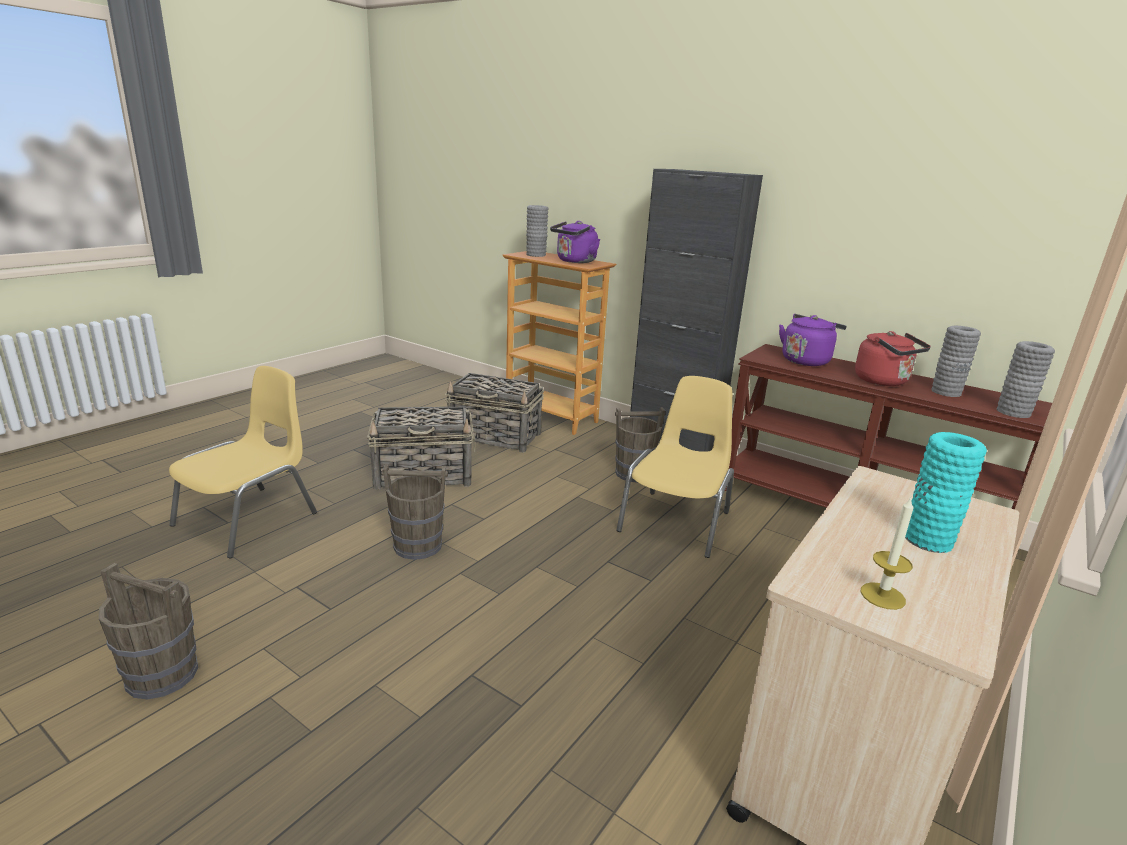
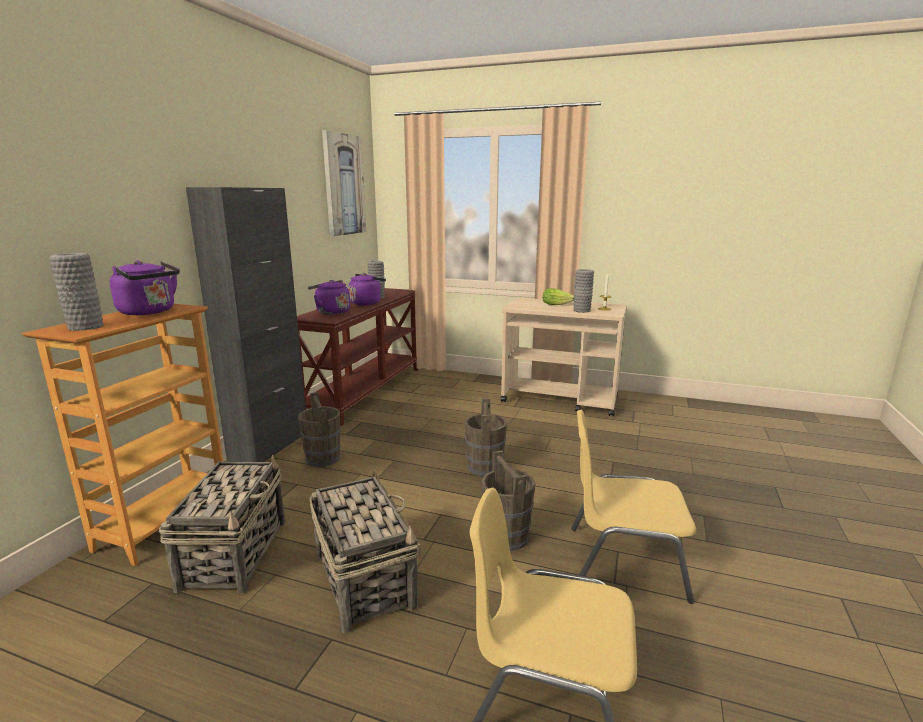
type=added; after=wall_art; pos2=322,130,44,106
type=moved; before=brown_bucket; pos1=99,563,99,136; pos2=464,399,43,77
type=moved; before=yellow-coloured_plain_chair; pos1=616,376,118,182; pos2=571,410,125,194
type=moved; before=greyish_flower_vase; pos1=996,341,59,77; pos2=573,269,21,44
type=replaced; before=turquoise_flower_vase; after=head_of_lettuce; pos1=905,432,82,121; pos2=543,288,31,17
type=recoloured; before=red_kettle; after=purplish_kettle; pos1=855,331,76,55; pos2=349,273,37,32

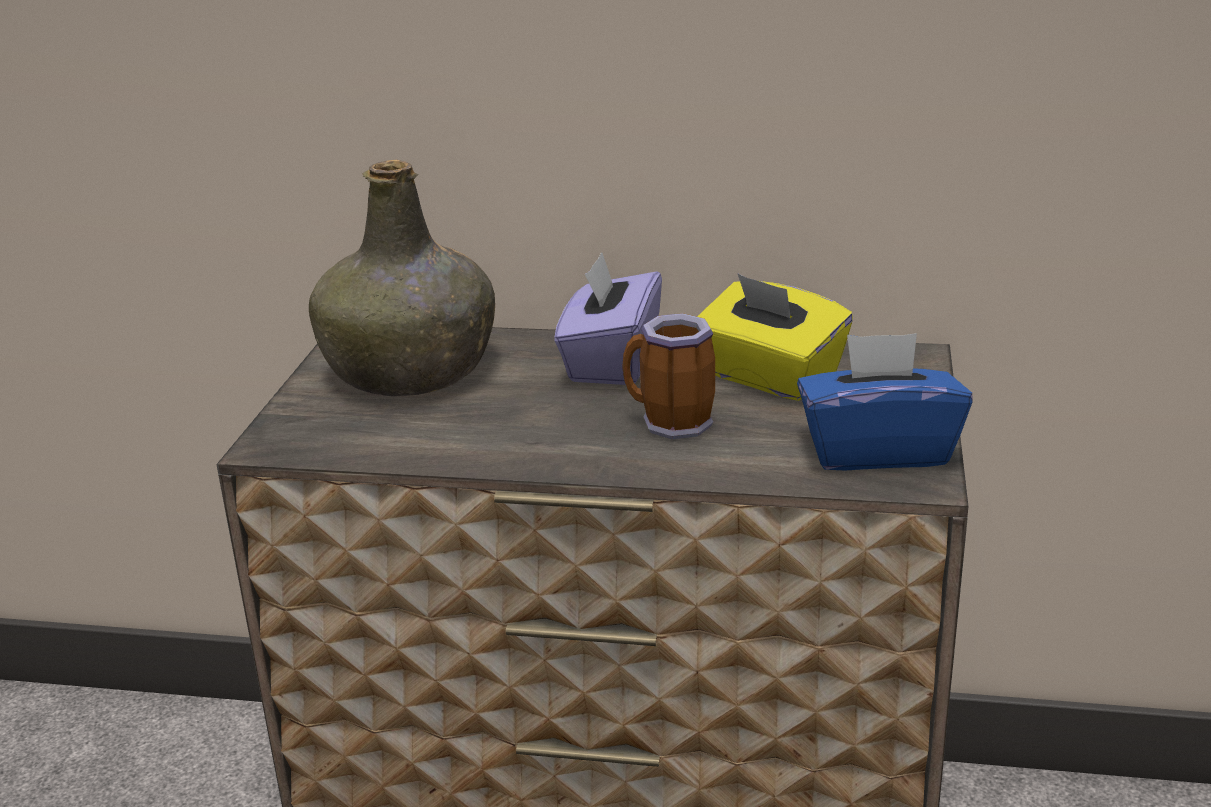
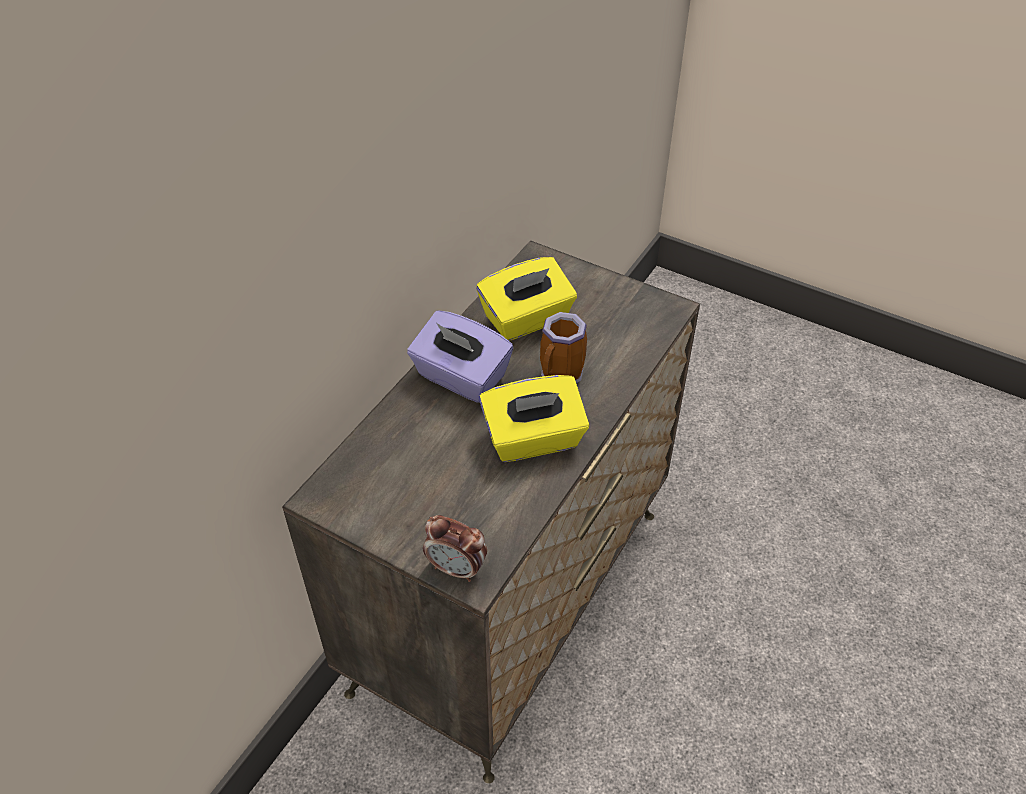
type=removed; before=greenish_drink_bottle; pos1=309,160,186,236
type=removed; before=blue-coloured_box_of_tissues; pos1=797,333,176,138
type=added; after=table_clock; pos2=423,515,64,67
type=added; after=yellow-coloured_box_of_tissues; pos2=479,375,110,87

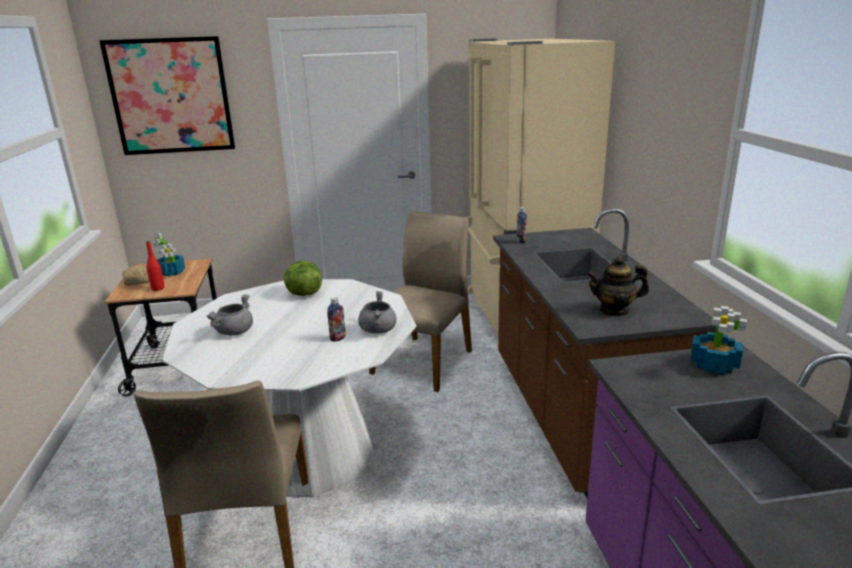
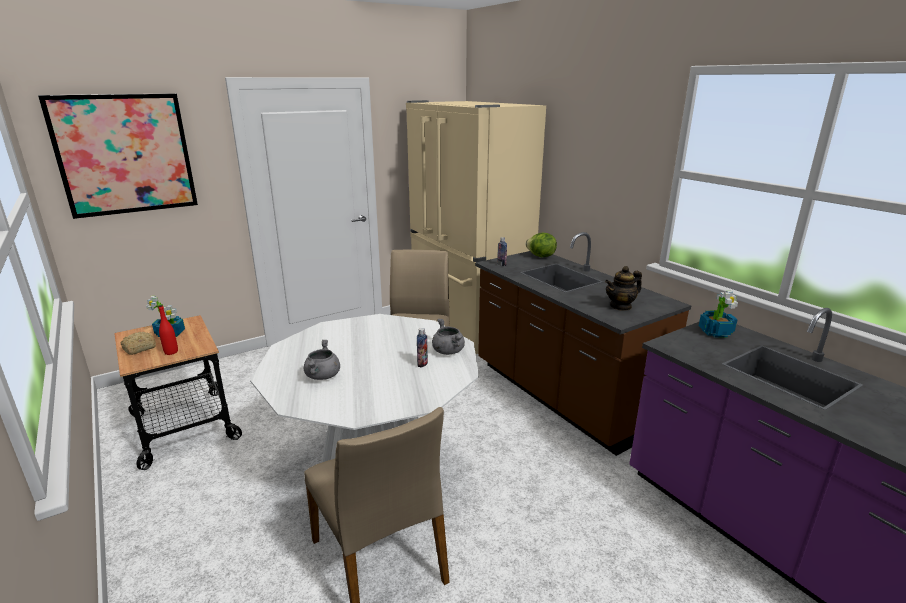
type=moved; before=head_of_lettuce; pos1=284,261,38,35; pos2=526,233,31,24

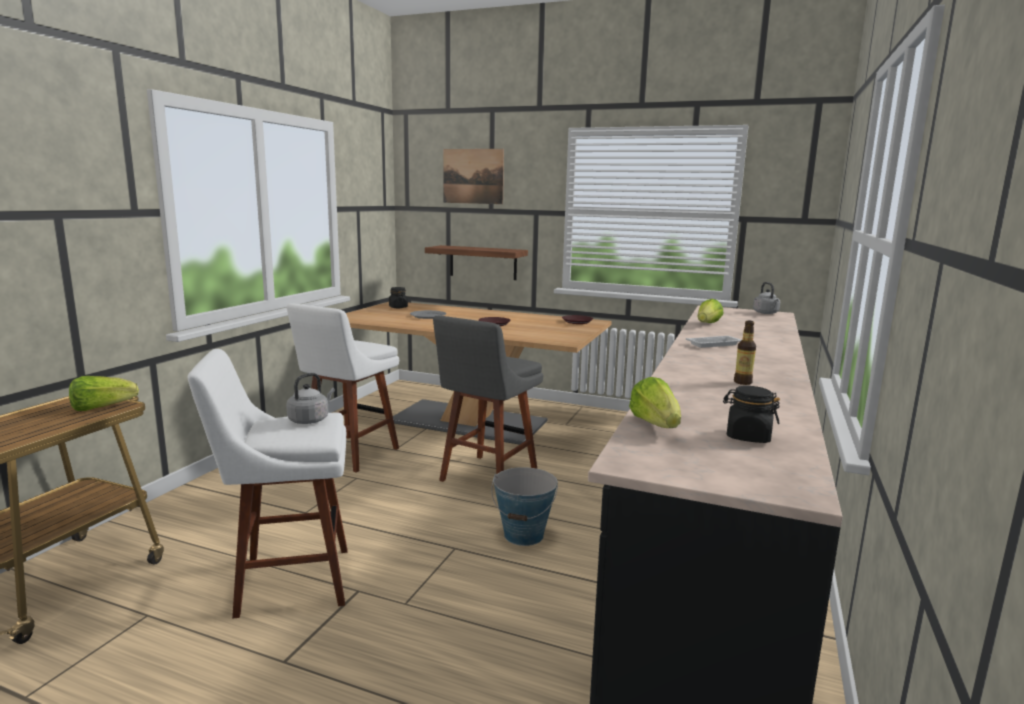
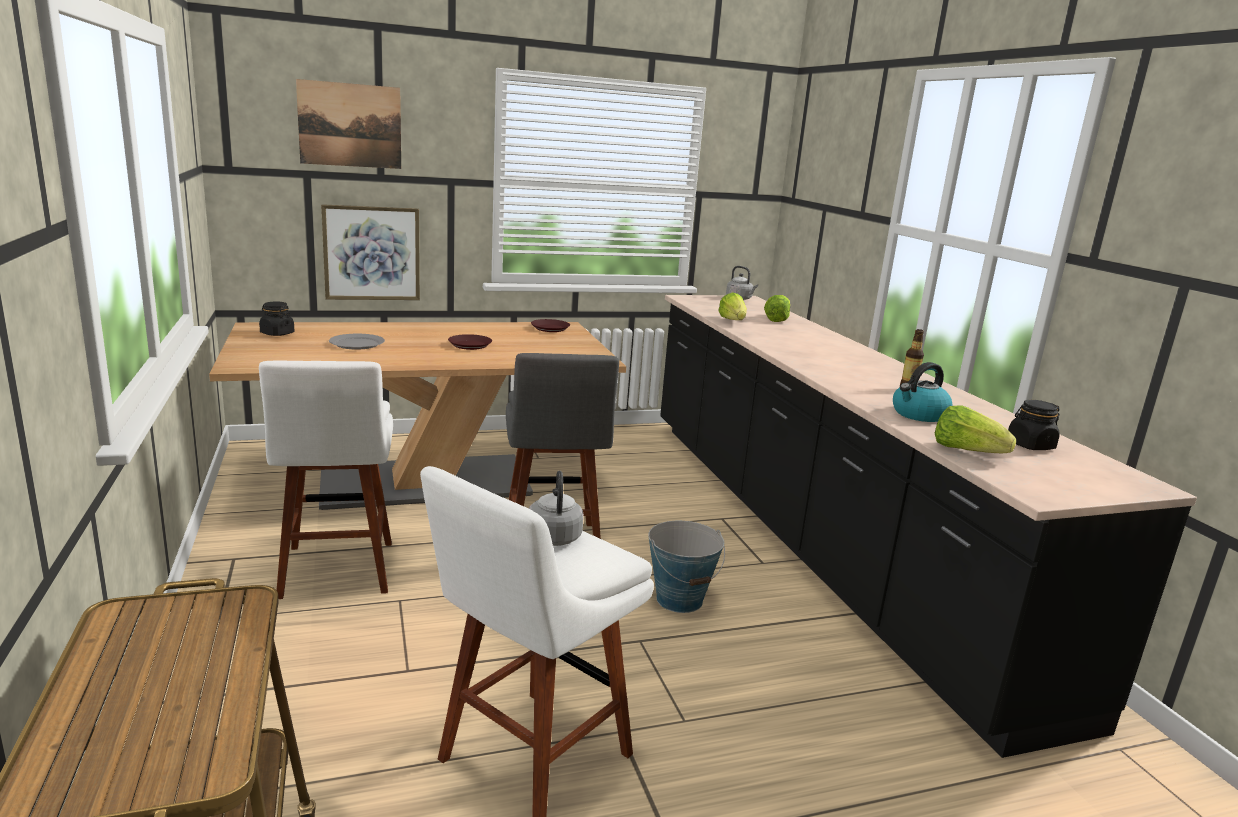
type=removed; before=whitish_carrying_tray; pos1=686,336,55,12
type=added; after=kettle; pos2=893,362,60,60
type=moved; before=head_of_lettuce; pos1=69,376,70,35; pos2=764,295,26,27
type=replaced; before=shelf; after=wall_art; pos1=425,245,103,35; pos2=321,204,99,96

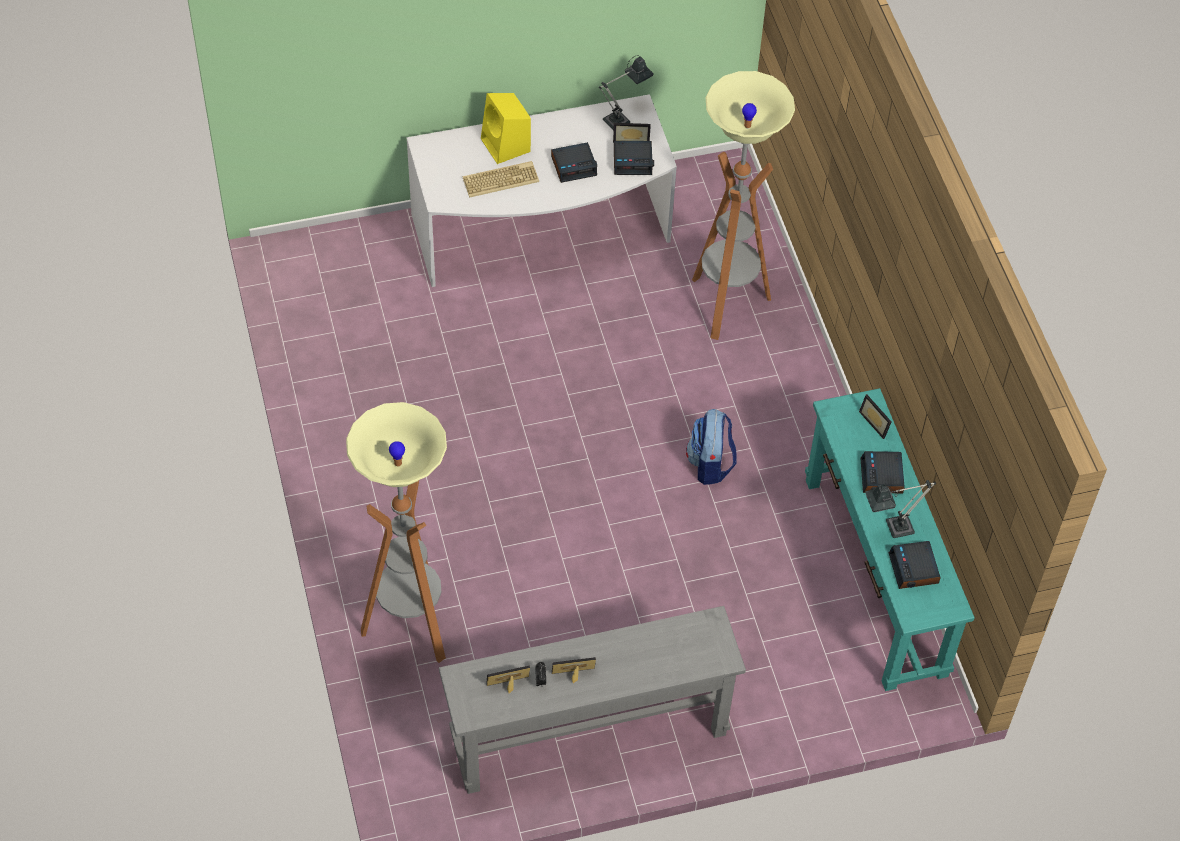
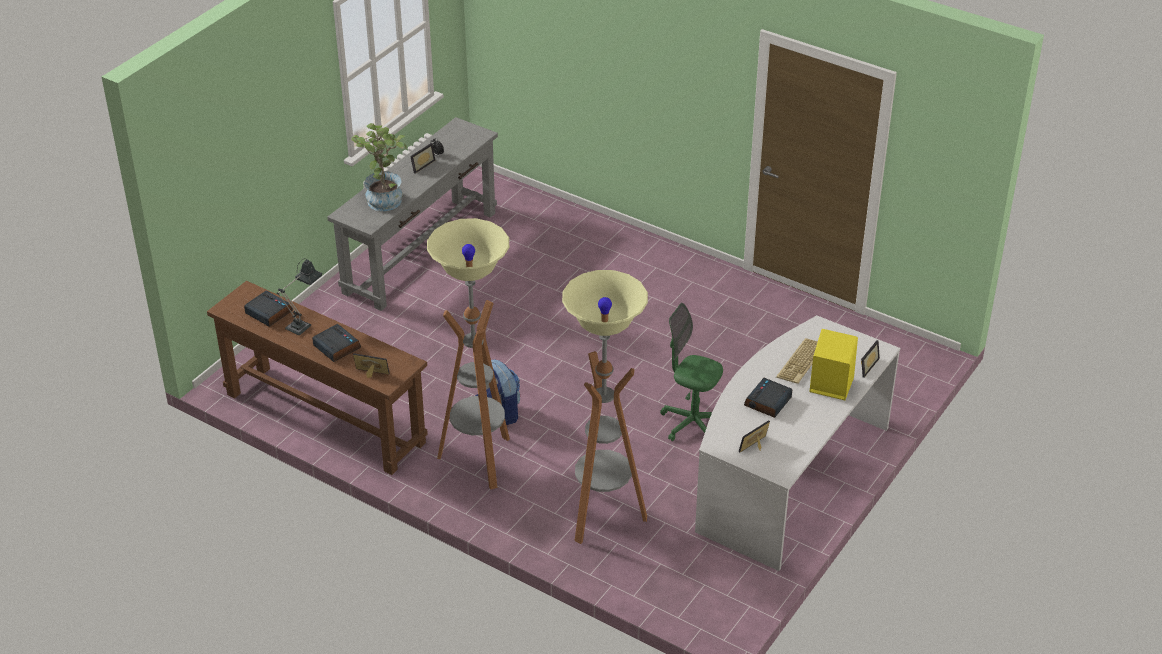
type=removed; before=table_lamp; pos1=599,55,55,75
type=removed; before=table_clock; pos1=614,141,40,34
type=added; after=houseplant; pos2=351,123,56,88
type=added; after=greenish_computer_chair; pos2=660,303,63,138
type=moved; before=standard_lamp; pos1=346,402,101,261; pos2=427,218,83,272
type=moved; before=picture_frame; pos1=486,666,44,27; pos2=861,340,19,38
type=recoloured; before=turquoise_hall_table; after=brown_hall_table; pos1=805,388,170,303; pos2=207,281,221,194

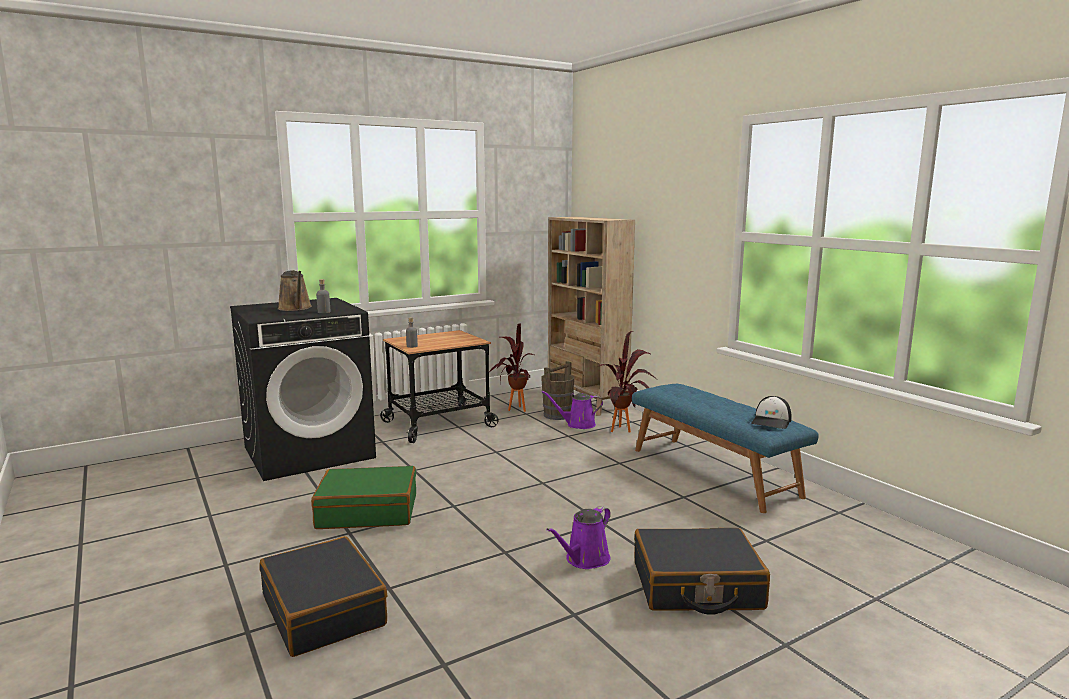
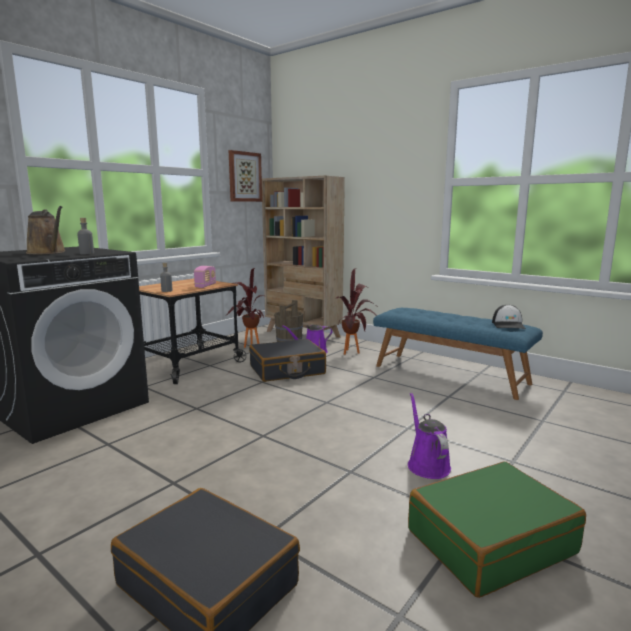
type=added; after=radio_set; pos2=194,266,22,22
type=added; after=wall_art; pos2=228,150,34,52
type=moved; before=greenish_suitcase; pos1=311,466,105,63; pos2=408,461,178,137
type=moved; before=blackish_suitcase; pos1=634,528,136,87; pos2=249,339,77,43
type=turned; before=purplish_watering_pot; pos1=546,506,65,63; pos2=408,393,43,86; turn=150

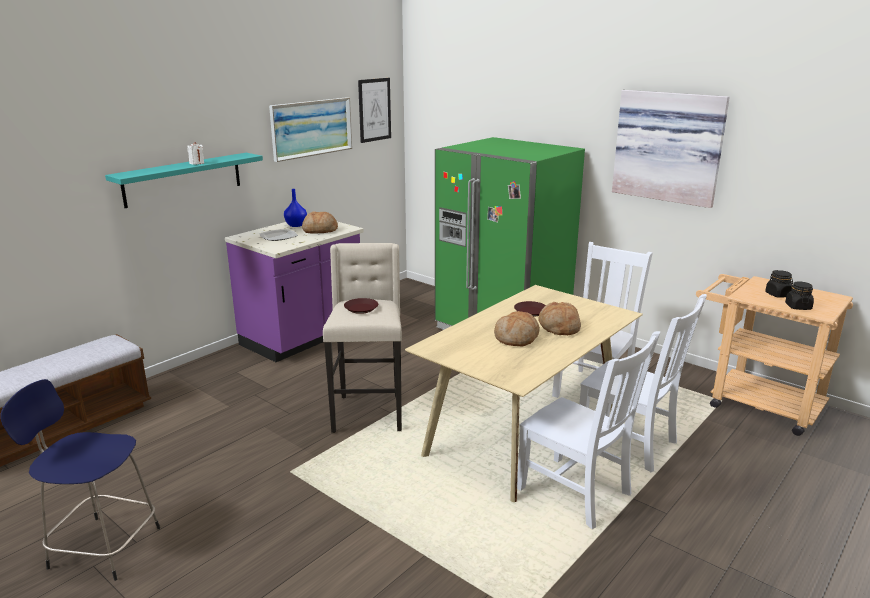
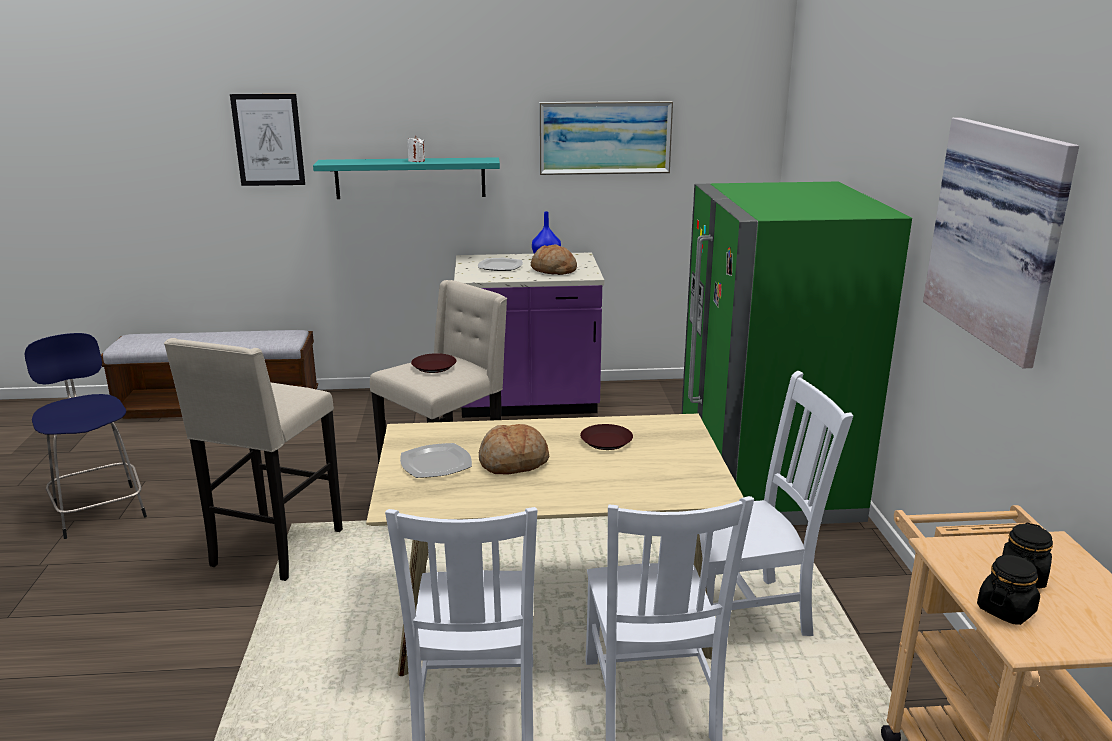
type=removed; before=bakery_bread; pos1=538,302,43,33
type=added; after=beige_sitting_stool; pos2=164,338,179,243
type=added; after=dinner_plate; pos2=400,443,72,35
type=moved; before=wall_art; pos1=358,78,33,65; pos2=230,94,75,92

